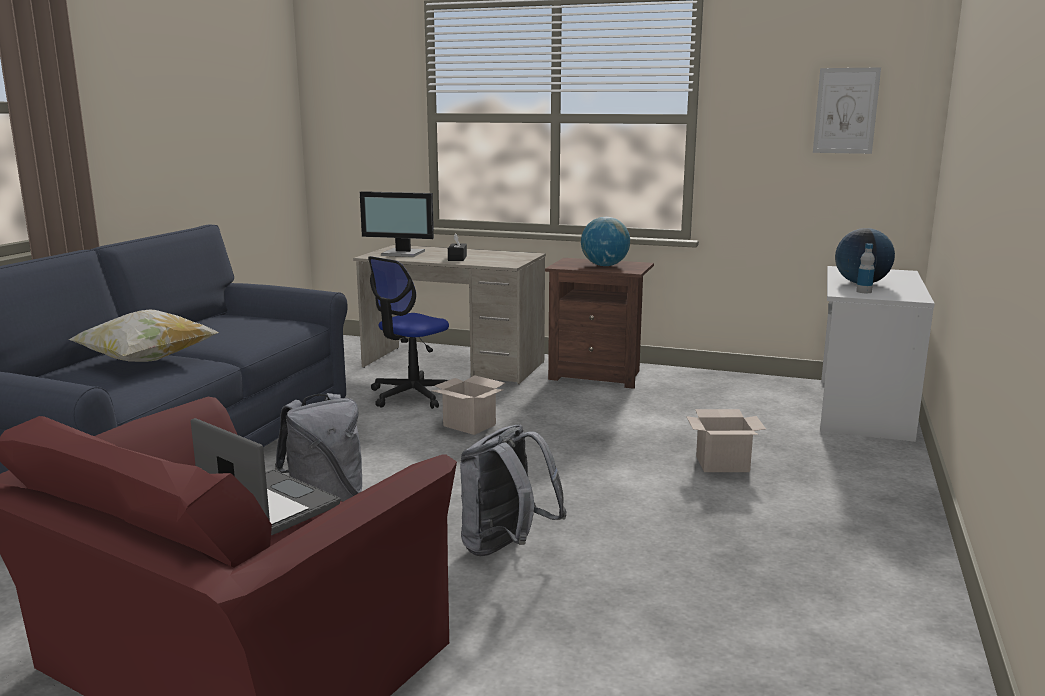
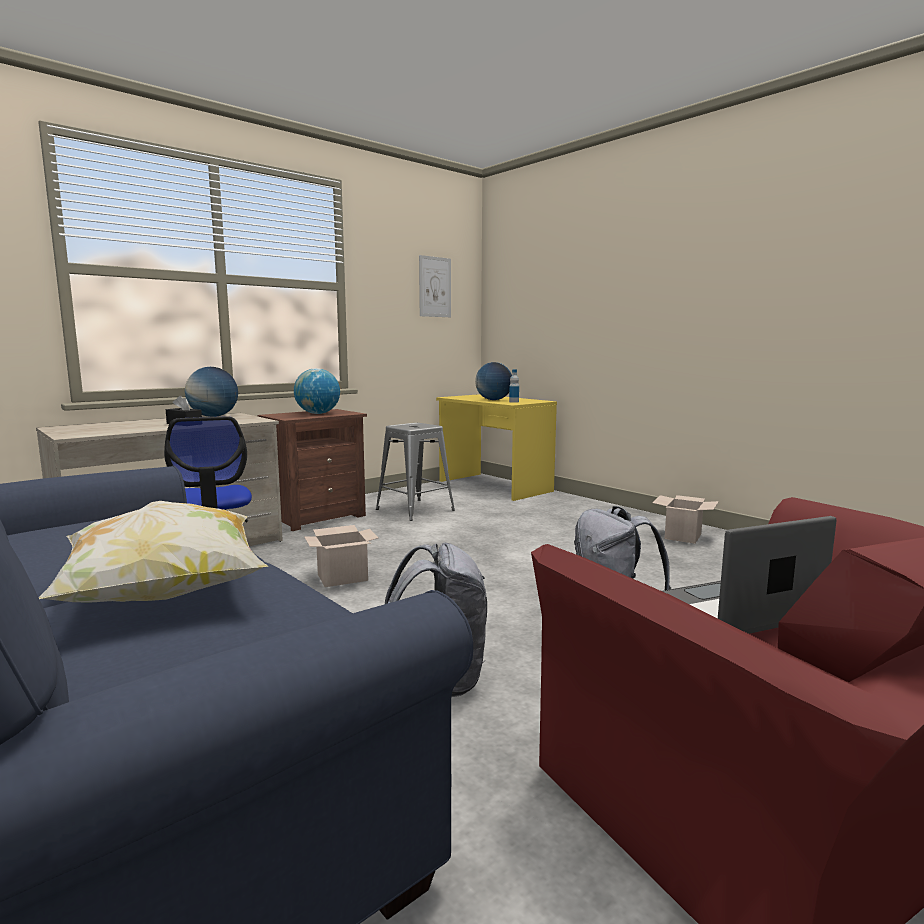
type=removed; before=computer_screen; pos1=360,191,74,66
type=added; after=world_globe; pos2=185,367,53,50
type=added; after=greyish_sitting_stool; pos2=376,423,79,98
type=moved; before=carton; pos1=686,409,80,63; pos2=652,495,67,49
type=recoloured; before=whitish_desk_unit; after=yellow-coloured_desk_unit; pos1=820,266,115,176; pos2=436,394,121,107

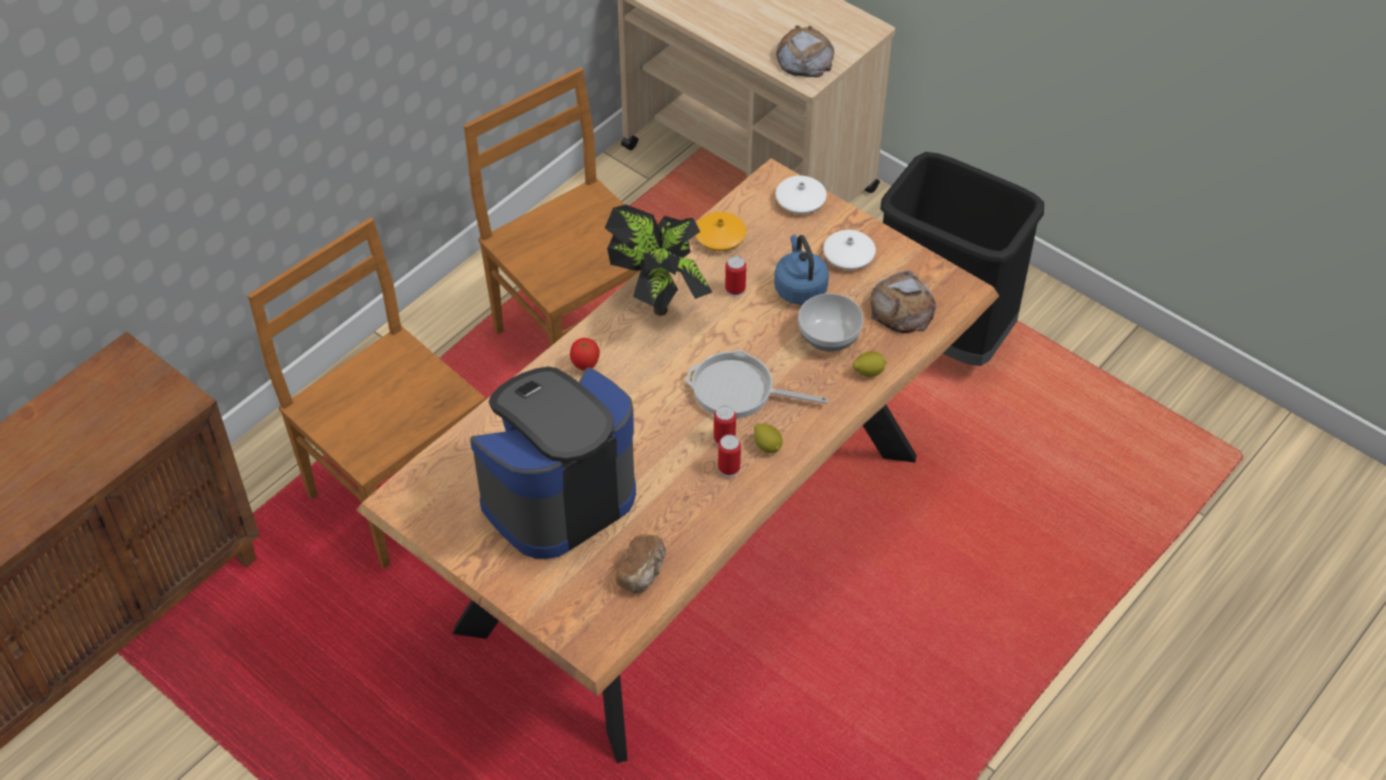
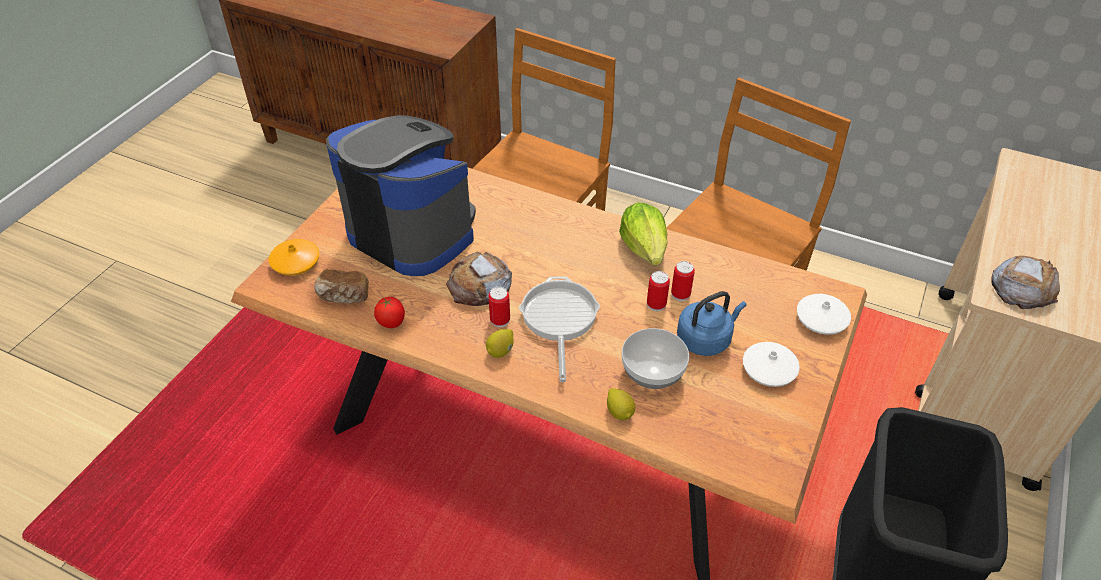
type=moved; before=whole_tomato; pos1=570,338,30,33; pos2=374,297,31,31
type=moved; before=orange_flower_vase; pos1=695,212,51,39; pos2=269,239,50,37
type=moved; before=metal_can; pos1=718,435,23,42; pos2=647,271,23,40
type=moved; before=bakery_bread; pos1=870,271,66,62; pos2=446,252,66,54
type=replaced; before=houseplant; after=head_of_lettuce; pos1=605,205,107,111; pos2=619,202,49,63

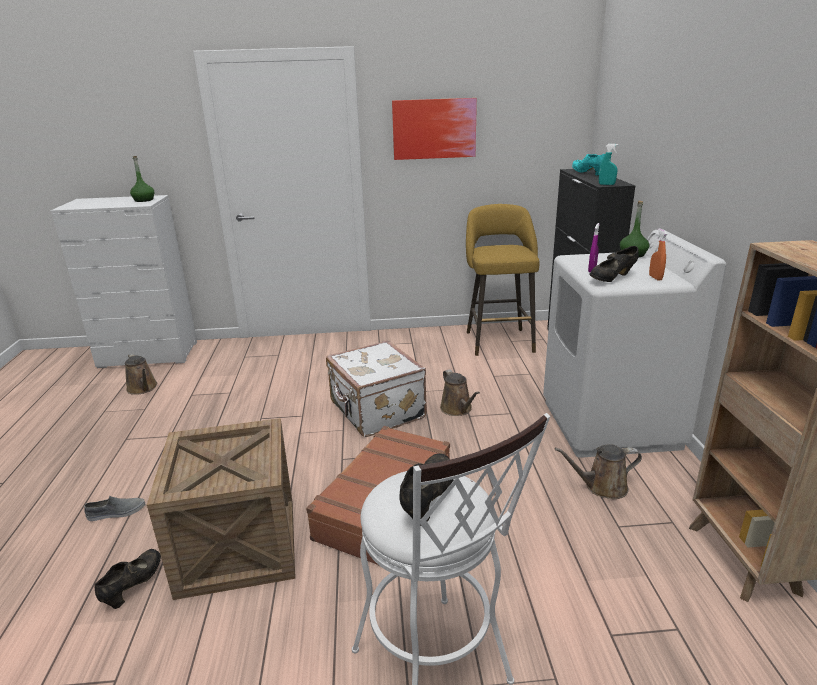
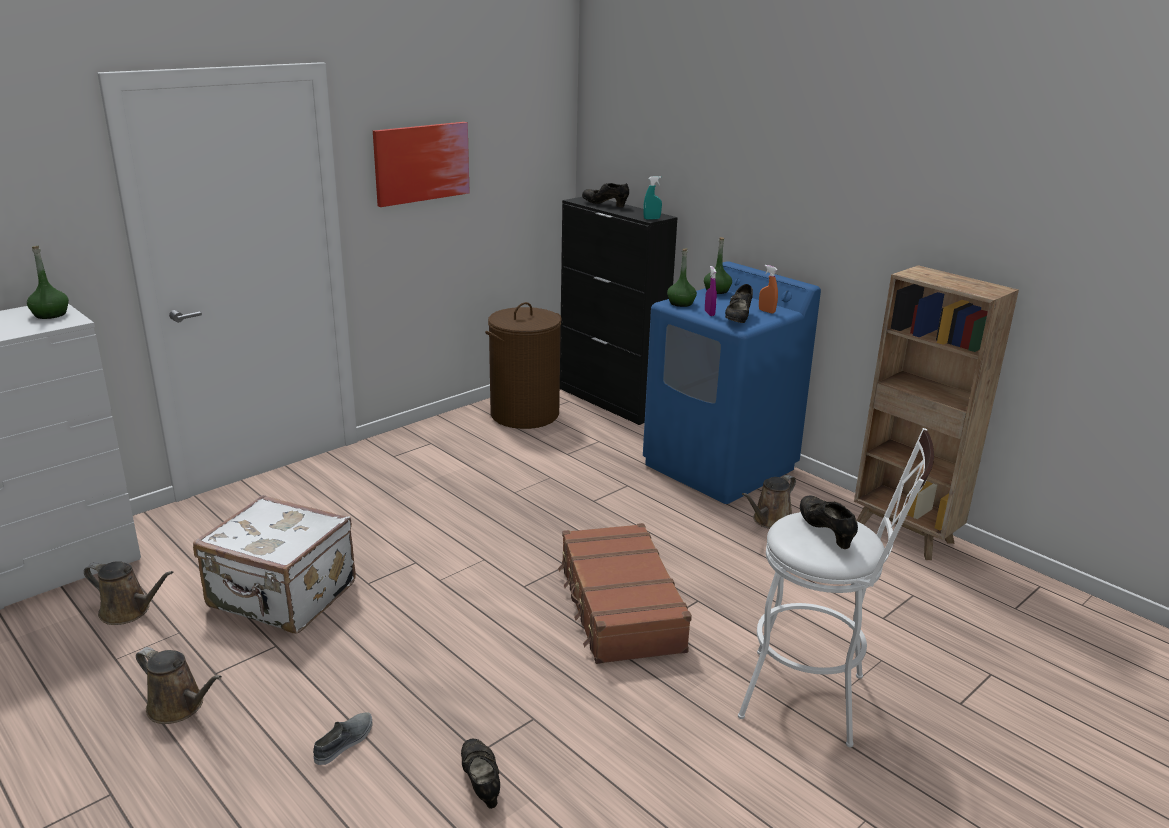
type=removed; before=shipping_crate; pos1=147,418,148,182
type=added; after=greenish_drink_bottle; pos2=667,248,30,59
type=moved; before=whitish_suitcase; pos1=326,340,101,97; pos2=193,495,163,138
type=moved; before=brown_watering_pot; pos1=440,369,40,47; pos2=136,647,86,77
type=replaced; before=yellow-coloured_sitting_stool; after=brown_washing_basket; pos1=466,204,74,152; pos2=485,302,76,127
type=recoloured; before=whitish_washing_machine; after=blue-coloured_washing_machine; pos1=543,230,183,228; pos2=643,261,178,243
type=recoloured; before=turquoise_item_of_footwear; after=blackish_item_of_footwear; pos1=572,154,33,22; pos2=582,183,47,24

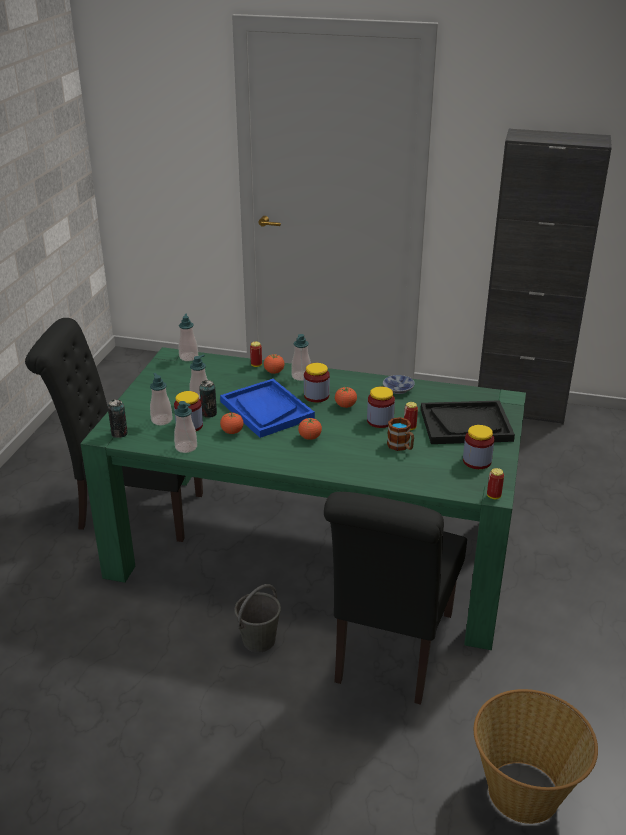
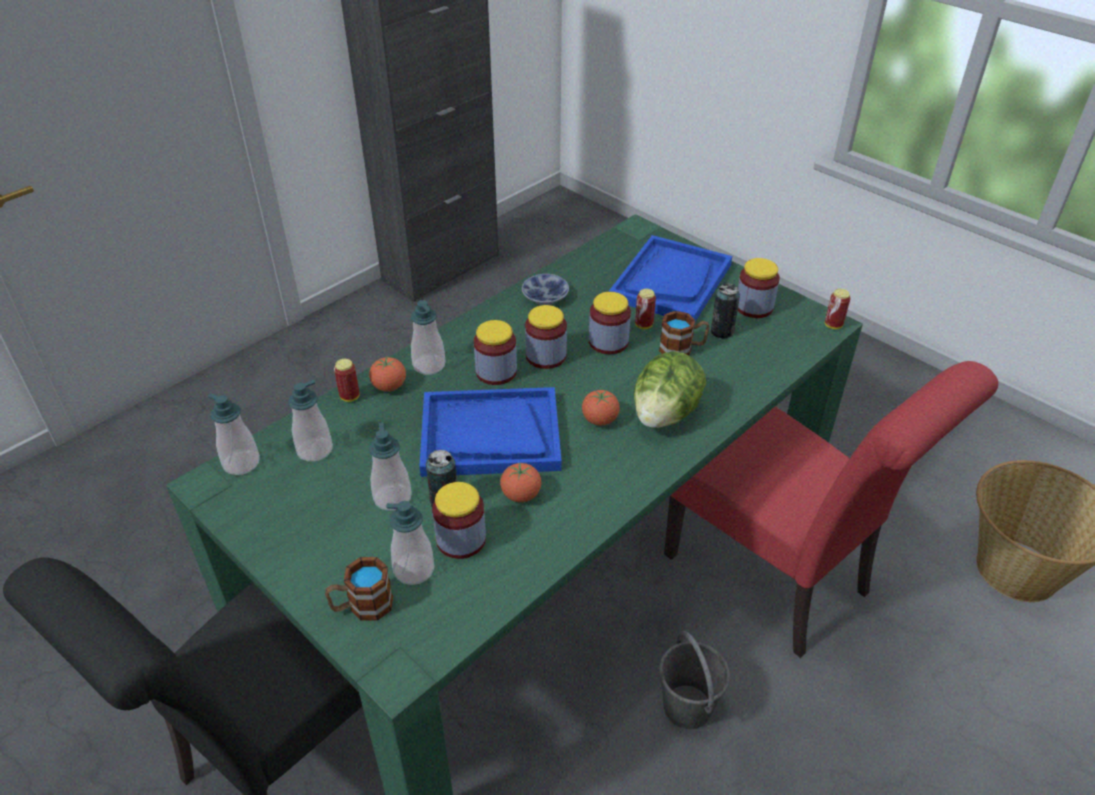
type=added; after=coffee_mug; pos2=325,557,68,64
type=added; after=head_of_lettuce; pos2=634,351,72,77
type=moved; before=metal_can; pos1=108,399,20,39; pos2=711,284,29,55
type=moved; before=soap_bottle; pos1=174,401,23,52; pos2=288,380,45,82
type=replaced; before=whole_tomato; after=jar; pos1=335,387,22,21; pos2=525,305,42,64
type=recoloured; before=blackish_plain_chair; after=red_plain_chair; pos1=324,492,143,213; pos2=664,361,334,297
type=recoloured; before=blackish_carrying_tray; after=blue-coloured_carrying_tray; pos1=421,400,94,44; pos2=609,235,123,86

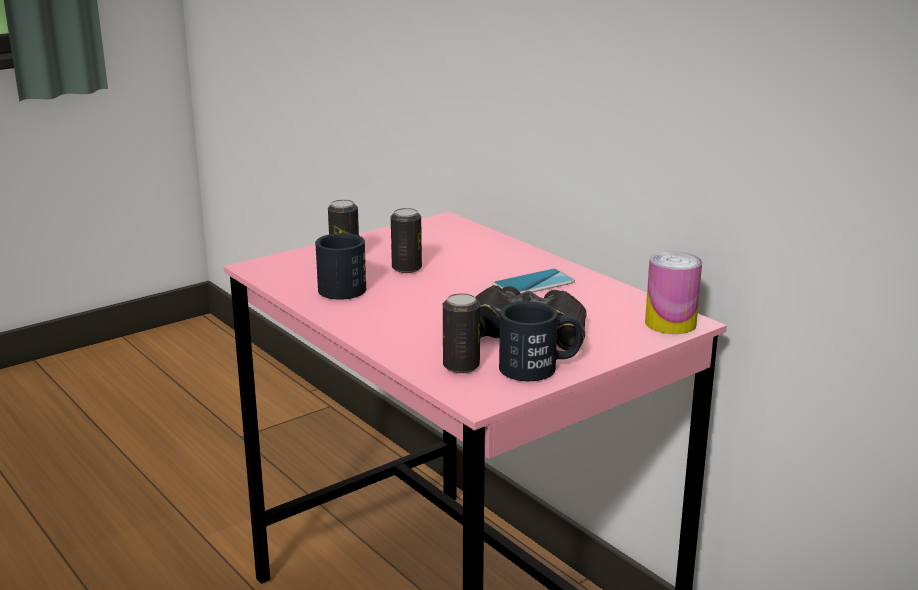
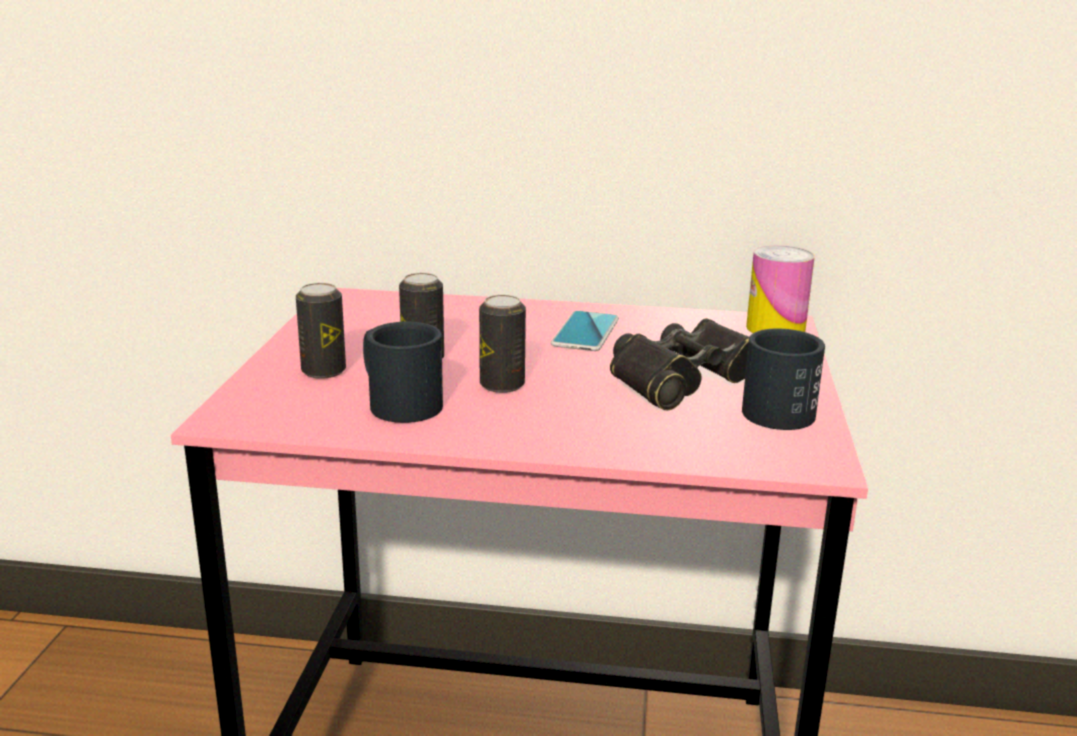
type=moved; before=metal_can; pos1=443,293,37,80; pos2=479,295,47,98

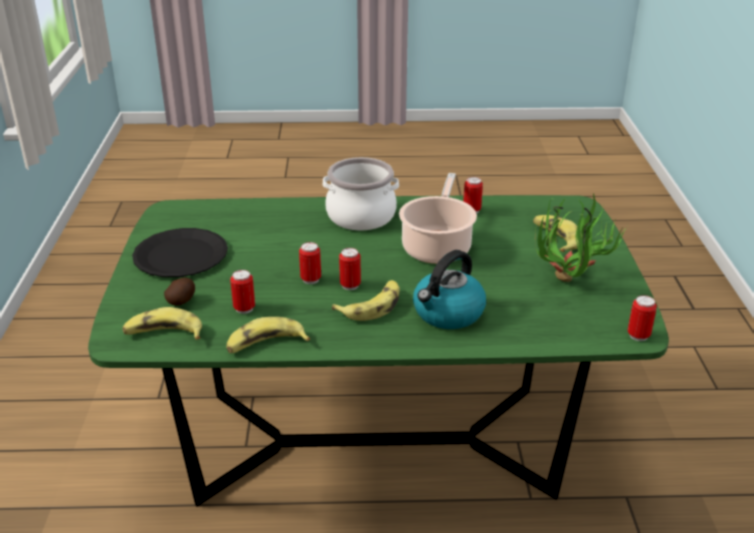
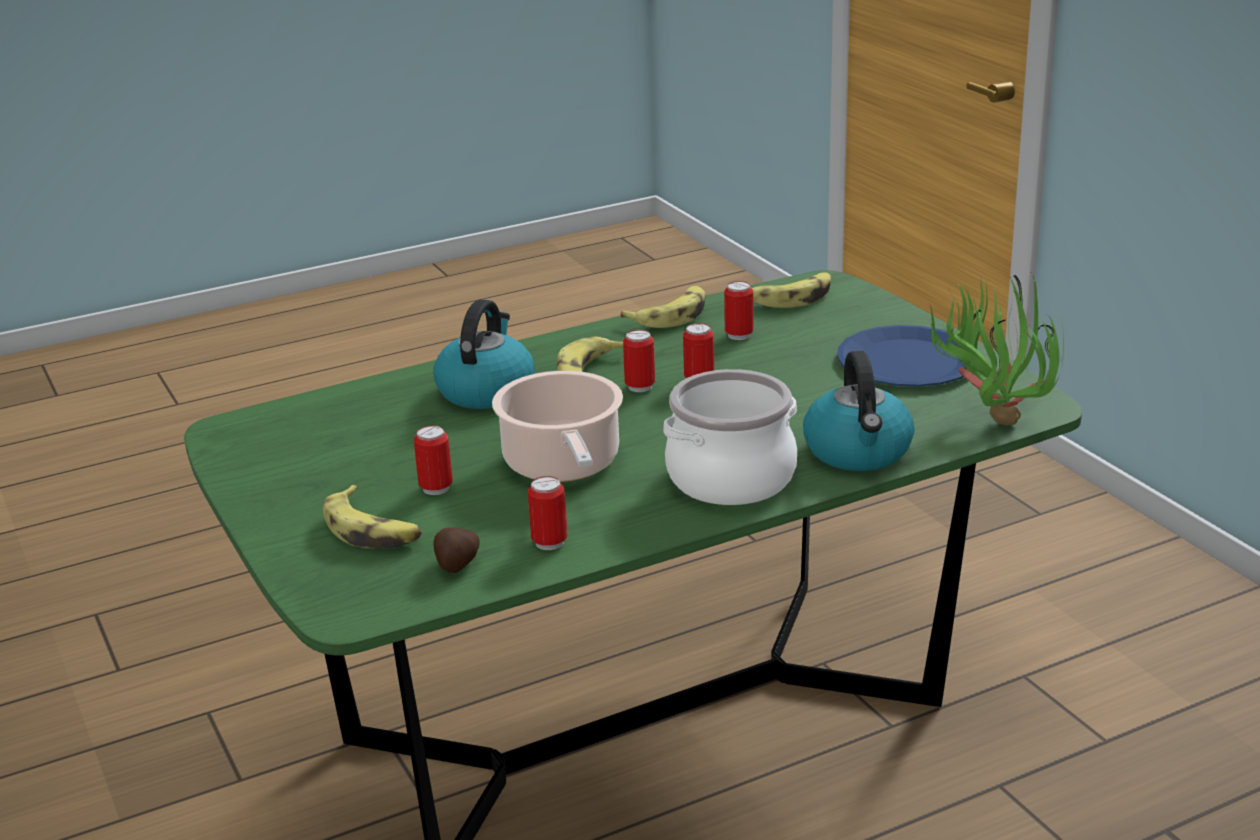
type=added; after=kettle; pos2=803,351,112,120
type=moved; before=spud; pos1=164,278,31,28; pos2=433,528,47,45
type=moved; before=houseplant; pos1=535,193,93,89; pos2=929,275,135,151
type=moved; before=metal_can; pos1=628,295,29,46; pos2=414,425,39,70
type=recoloured; before=blackish_dinner_plate; after=blue-coloured_dinner_plate; pos1=132,228,96,49; pos2=837,325,141,62

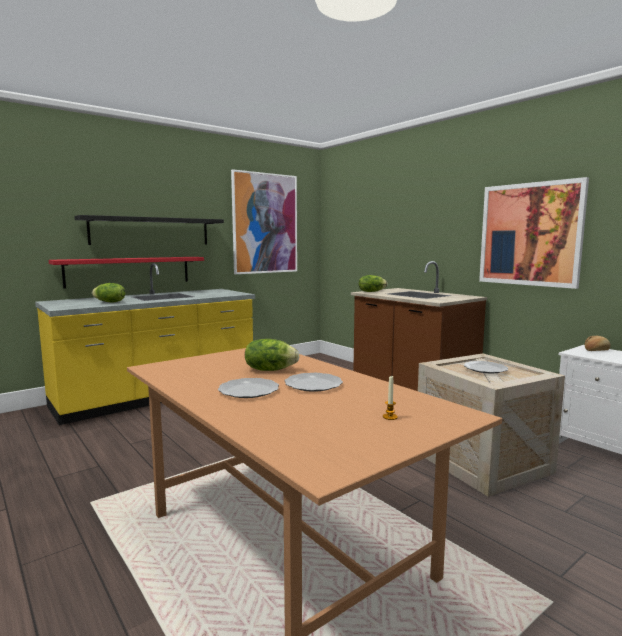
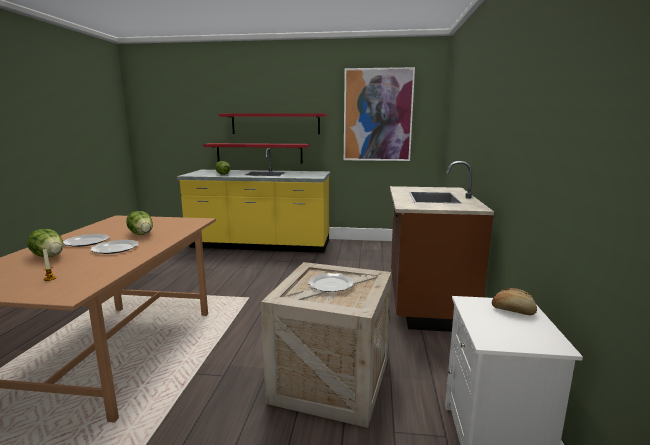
type=removed; before=wall_art; pos1=479,177,110,112
type=moved; before=head_of_lettuce; pos1=359,275,28,17; pos2=27,229,37,28
type=recoloured; before=blackish_shelf; after=red_shelf; pos1=74,215,150,30; pos2=219,113,108,21

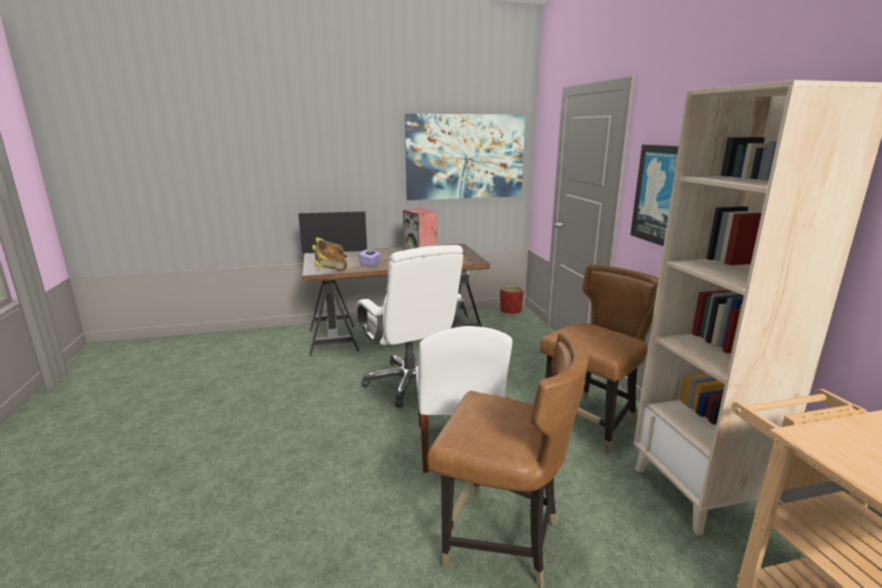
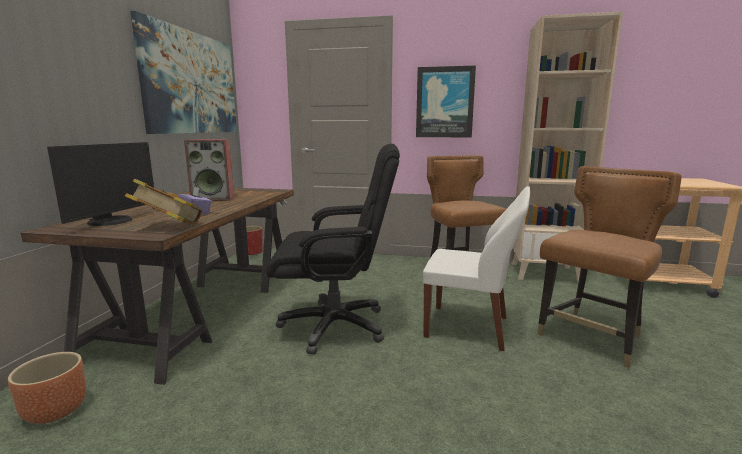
type=added; after=brown_flower_pot; pos2=8,352,78,72
type=recoloured; before=whitish_computer_chair; after=blackish_computer_chair; pos1=357,245,107,163; pos2=266,144,134,211

